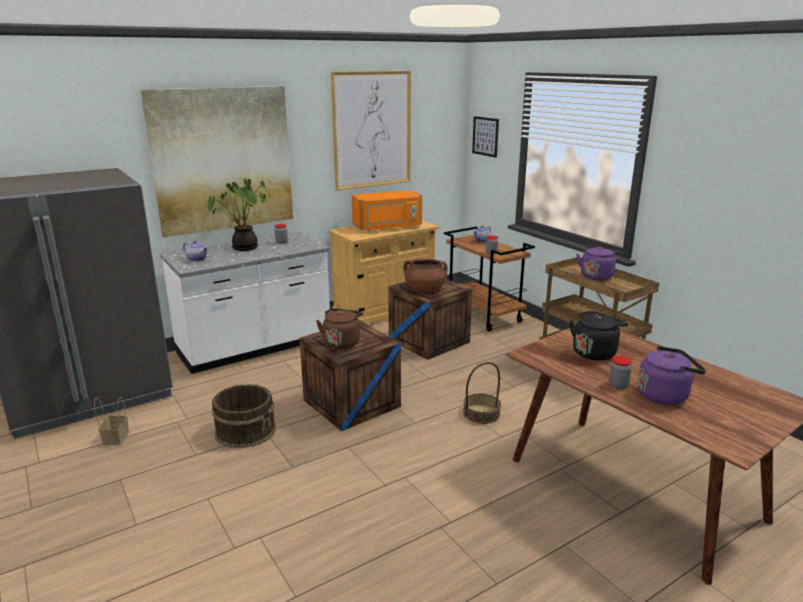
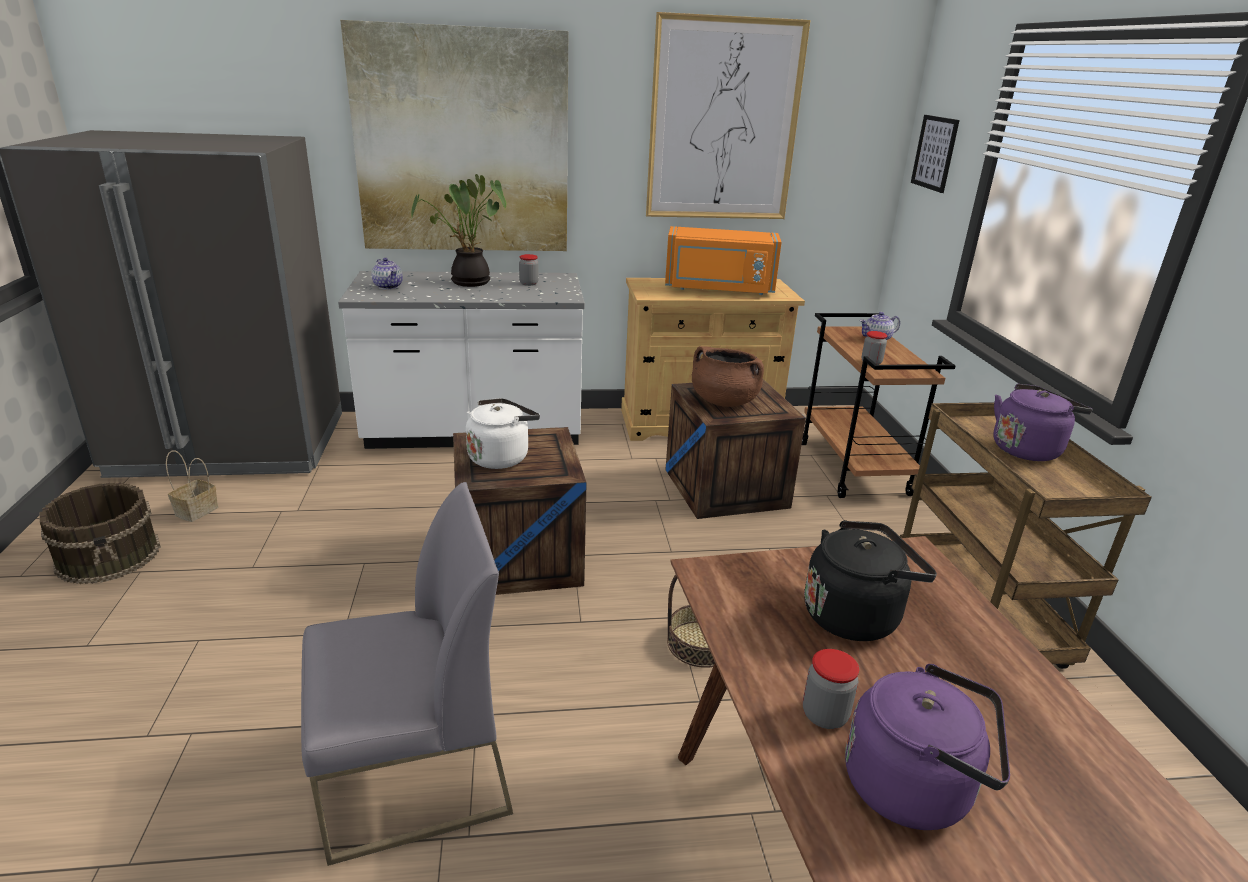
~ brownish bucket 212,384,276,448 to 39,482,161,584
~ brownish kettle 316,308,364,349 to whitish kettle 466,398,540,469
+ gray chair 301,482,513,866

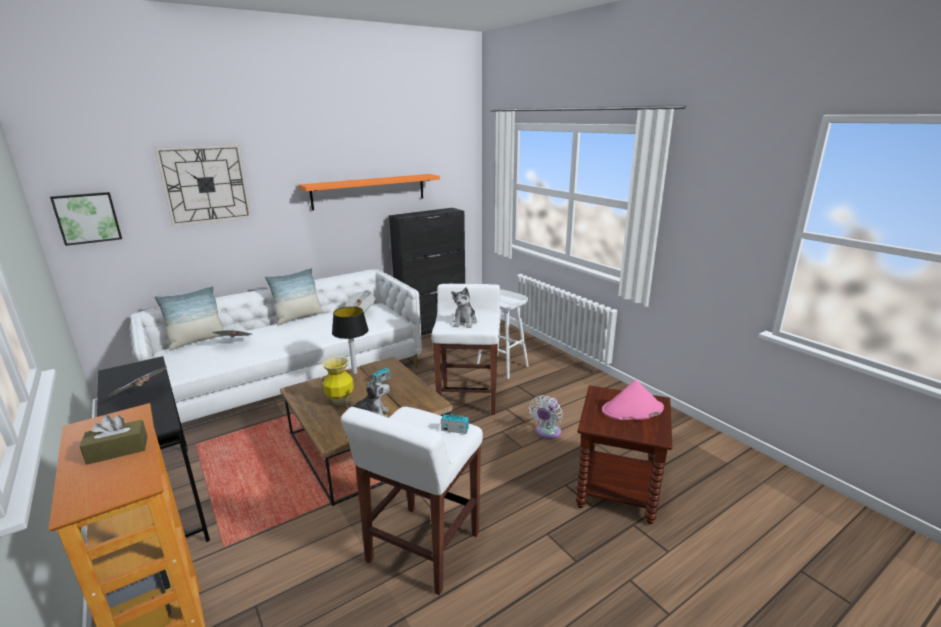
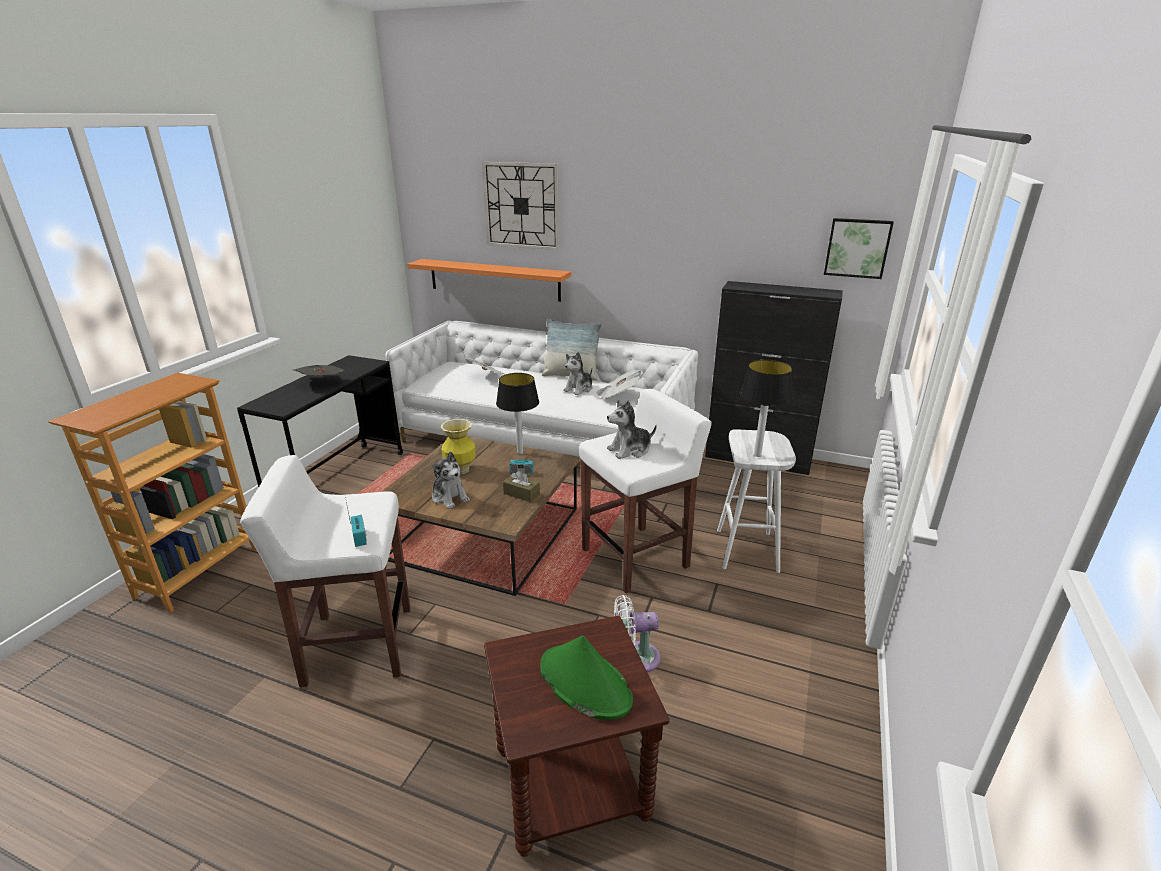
~ wall picture 50,192,122,246 to 824,218,894,279
~ brownish tissue box 80,415,148,465 to 503,470,540,502
- pillow 154,286,225,351
~ orangey wall shelf 299,174,440,211 to 407,259,571,302
~ pink wearable hat 602,379,664,420 to greenish wearable hat 540,635,633,720
+ soft toy 563,352,592,395
+ tabletop lamp 740,360,793,457

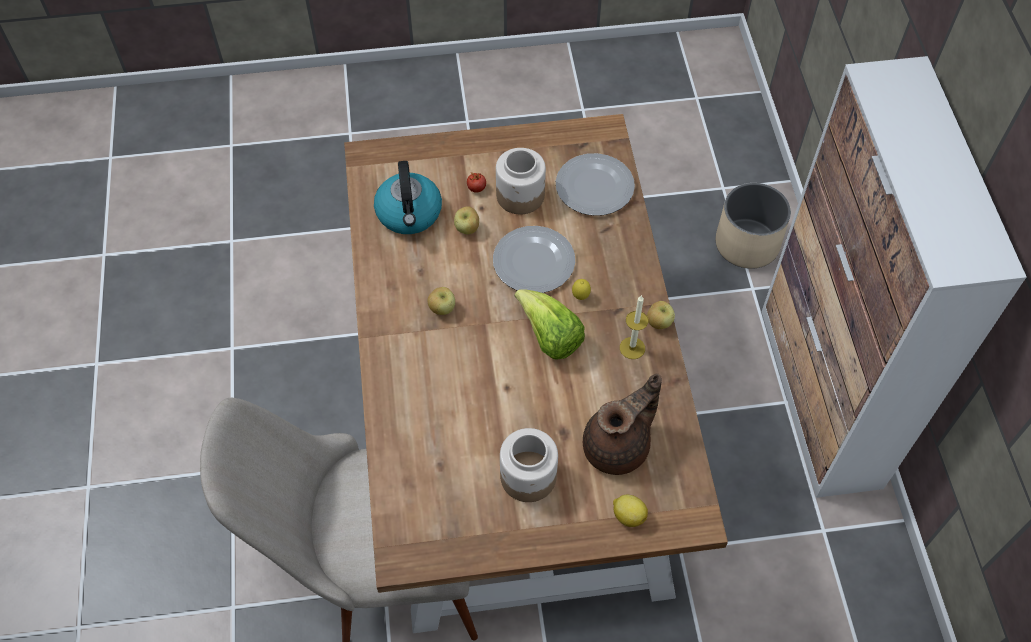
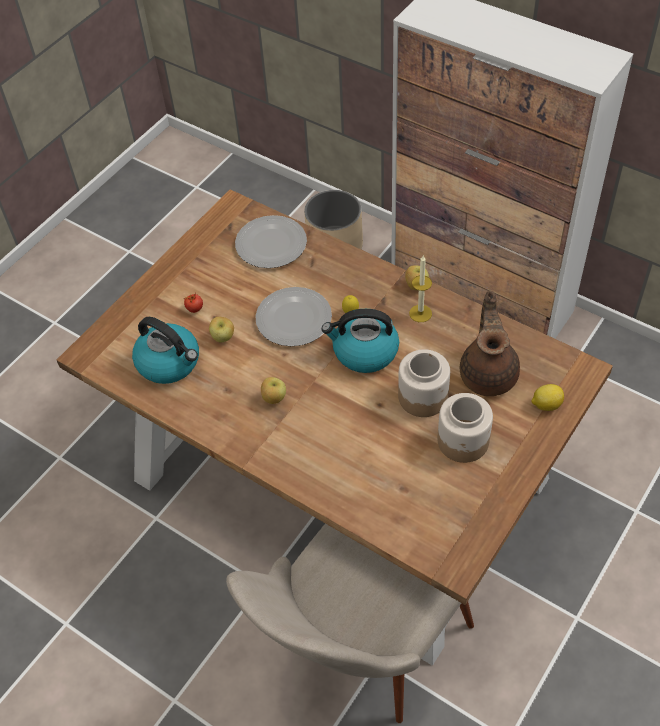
~ jar 496,148,546,214 to 398,349,450,417
~ lettuce head 514,289,585,360 to kettle 322,309,399,373

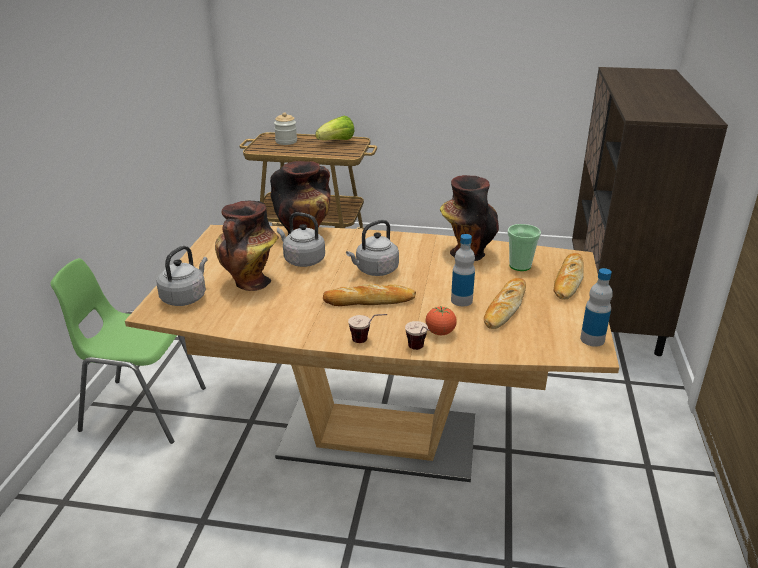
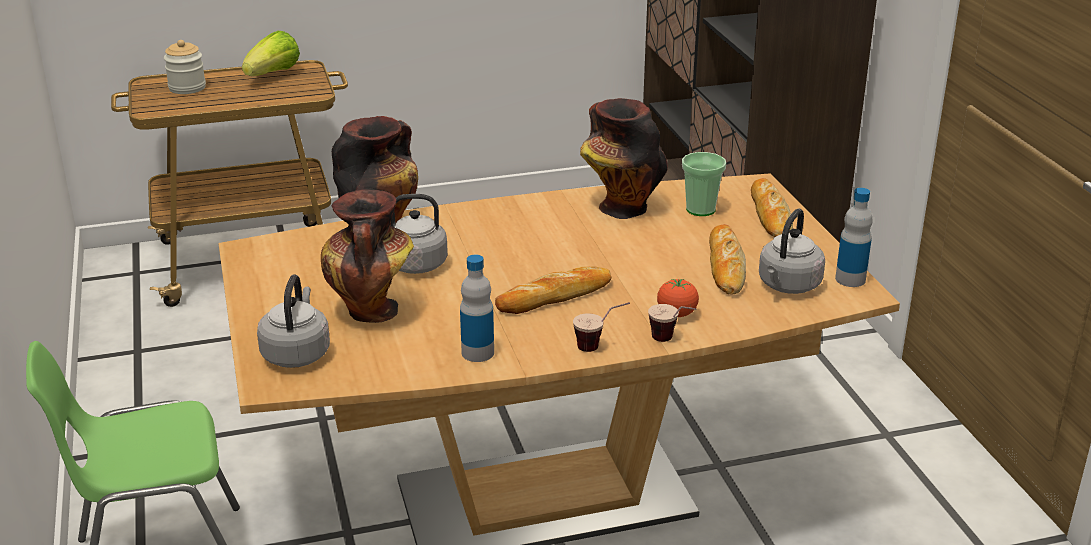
~ gray kettle 346,220,399,276 to 759,208,825,294
~ drink bottle 451,234,475,306 to 460,255,494,362

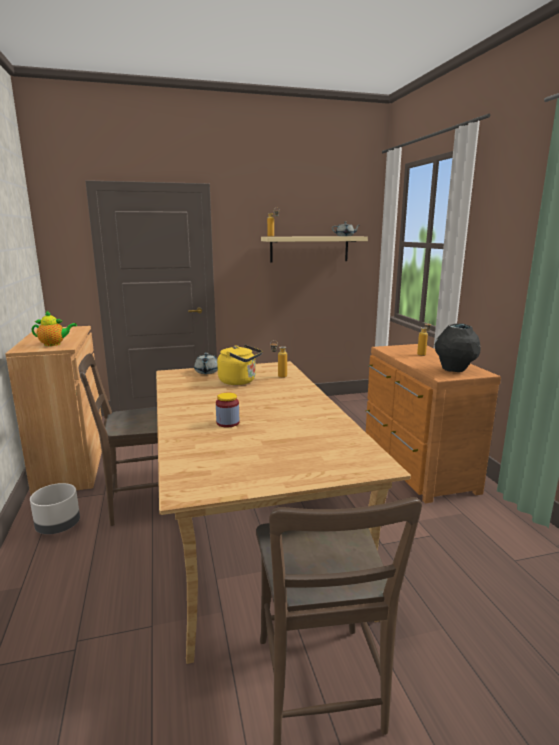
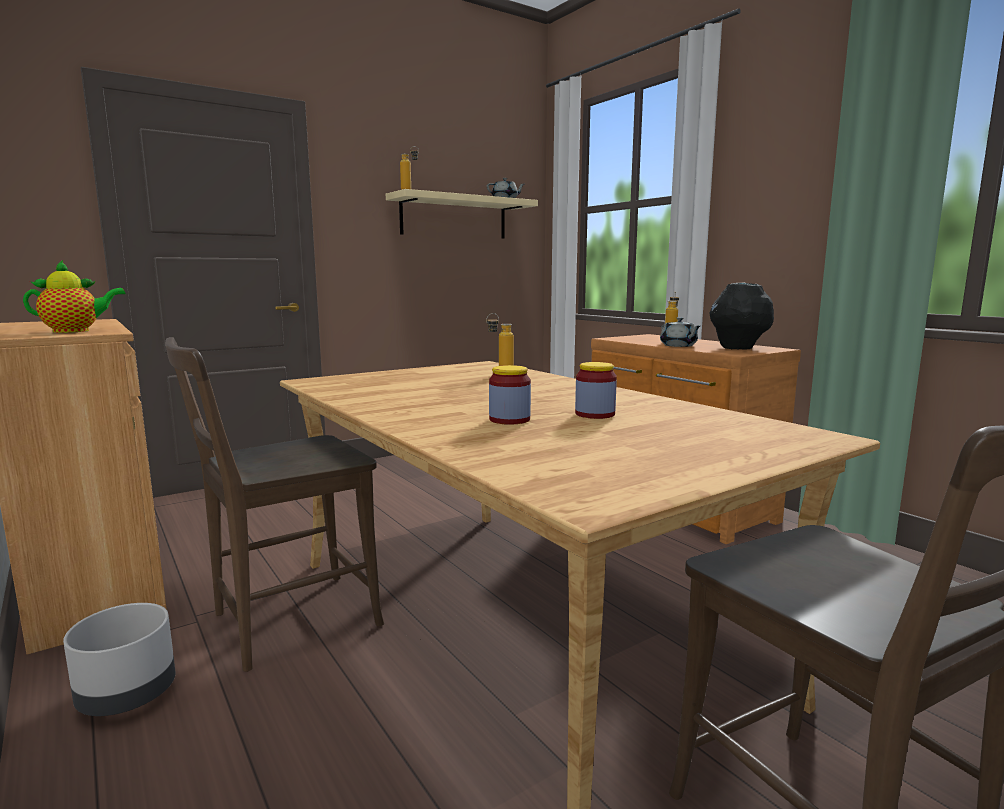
~ gray pot for tea 194,353,218,374 to 660,317,700,347
- yellow kettle 217,344,263,385
+ jar 575,362,617,419

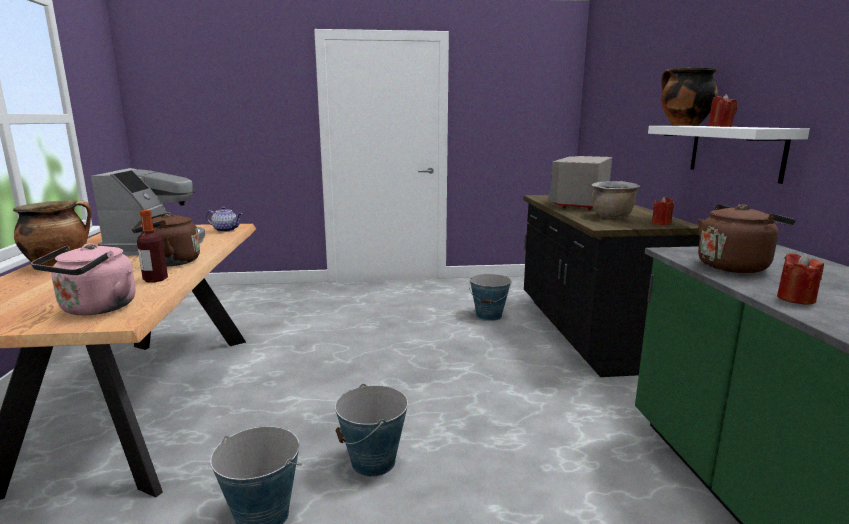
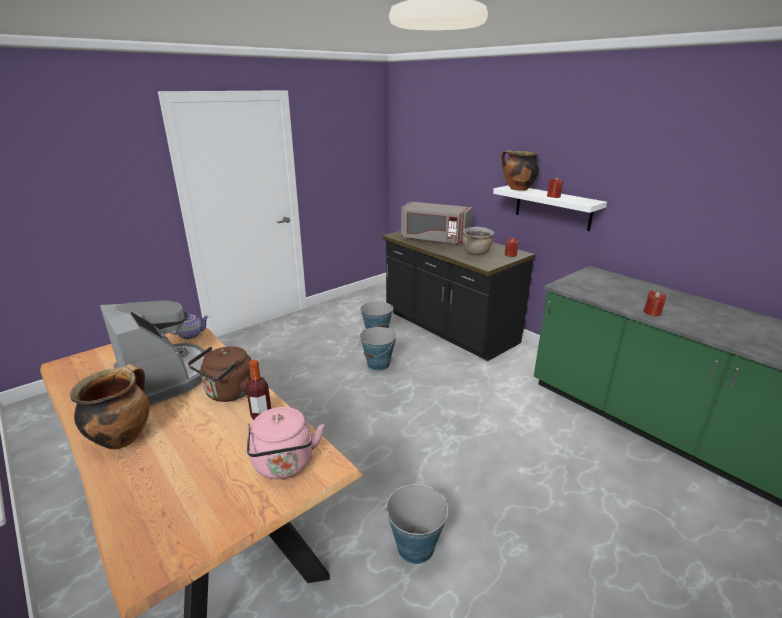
~ bucket 335,384,408,477 to 359,327,396,371
~ gray kitchen microwave 548,156,612,210 = 401,202,472,245 60 degrees counterclockwise
- brownish kettle 698,204,796,273

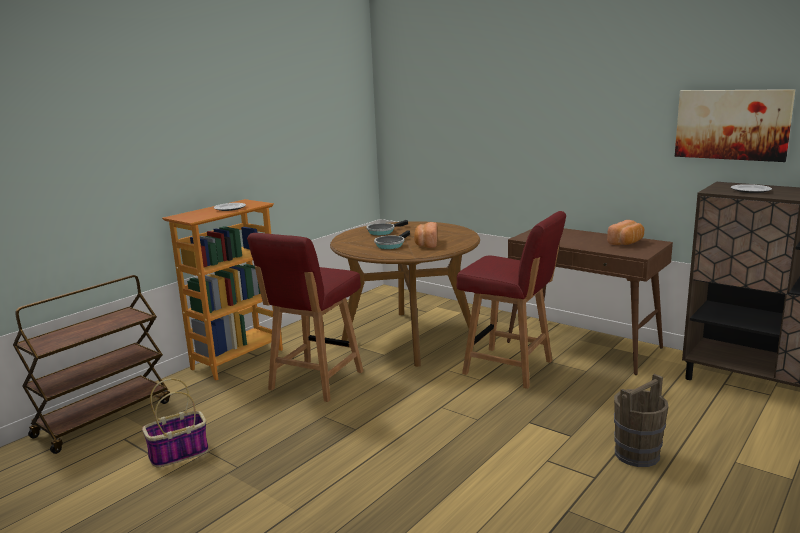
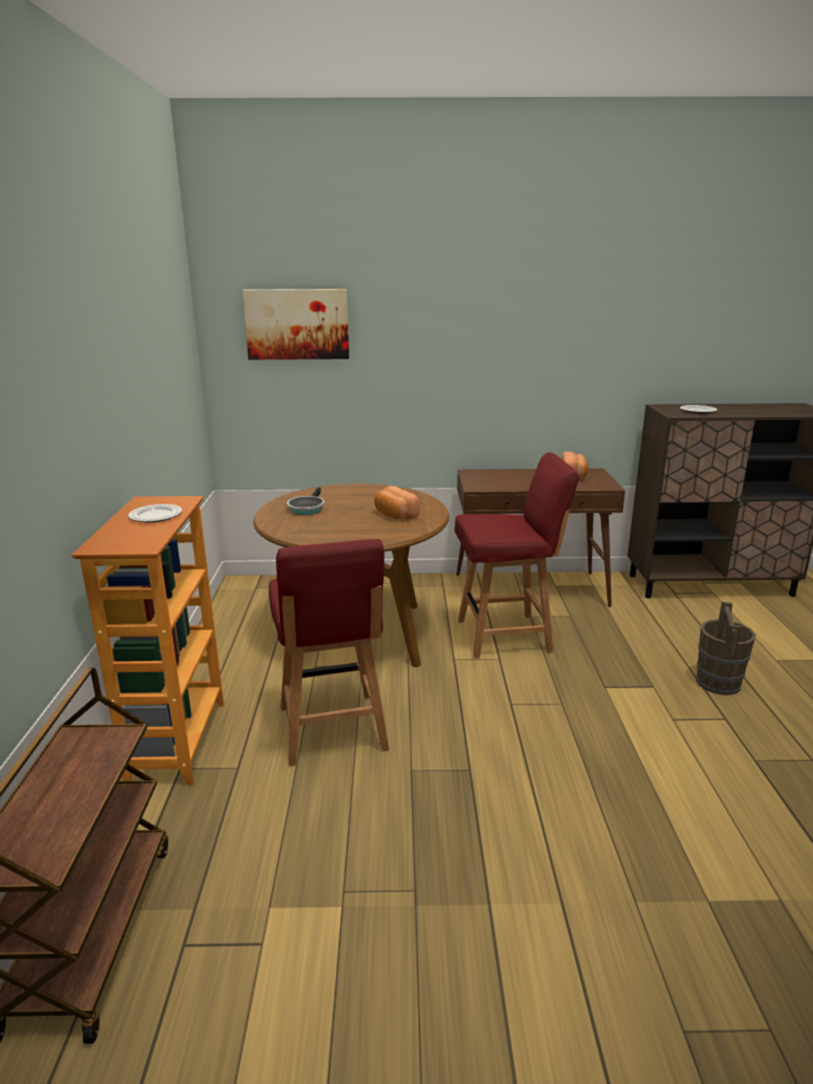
- storage basket 142,378,209,467
- skillet 374,230,410,249
~ wall picture 675,89,795,162 to 242,289,349,360

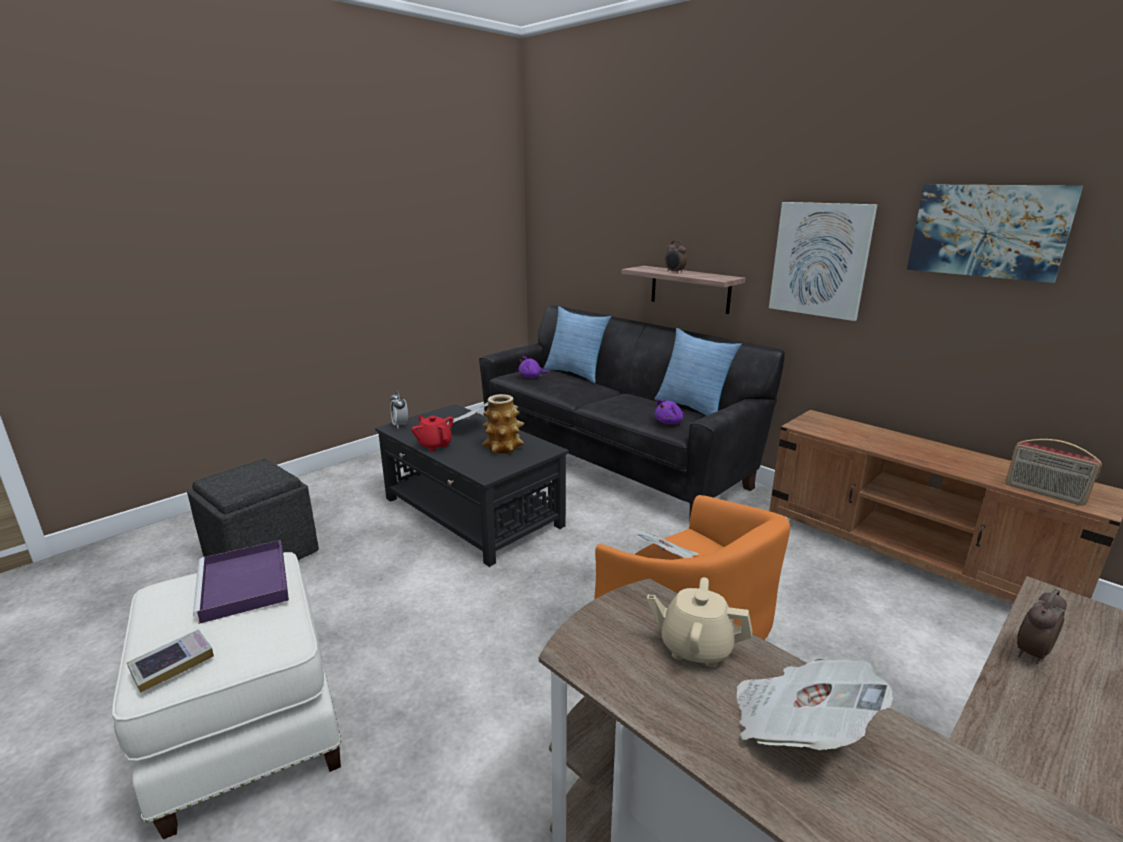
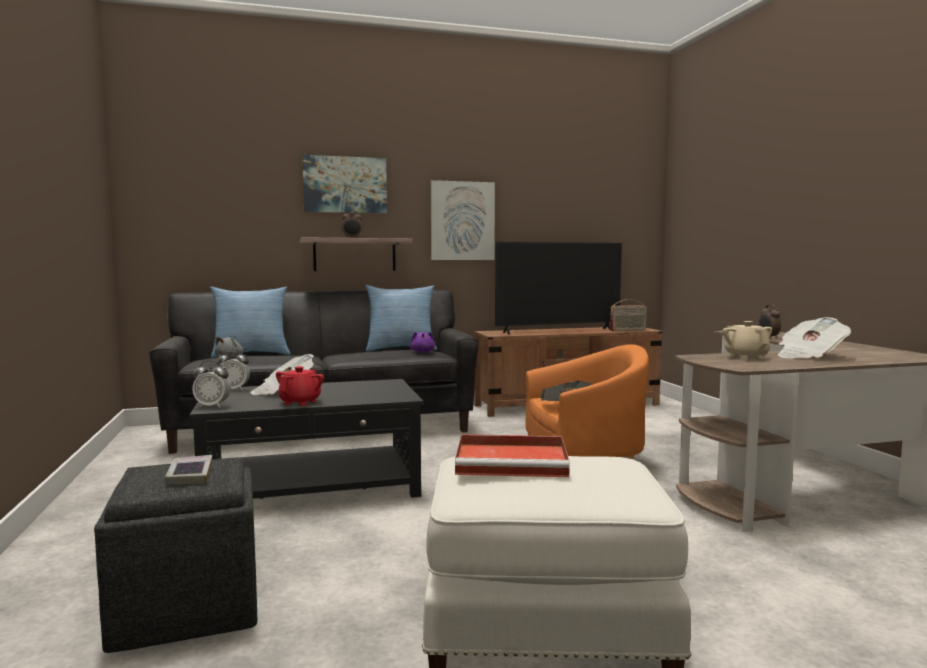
~ book 127,630,214,693 to 165,455,212,484
~ purple-coloured serving tray 193,540,289,624 to reddish serving tray 455,434,570,477
~ reddish pot for tea 411,416,454,451 = 276,366,324,406 120 degrees clockwise
- flower vase 482,394,524,453
~ purple-coloured soft toy 519,356,550,378 to gray soft toy 215,336,243,359
~ beige-coloured pot for tea 647,577,752,667 = 723,321,772,360 120 degrees clockwise
~ wall picture 907,184,1083,283 to 302,155,387,214
+ bedside clock 217,349,250,390
+ TV set 495,242,622,335

